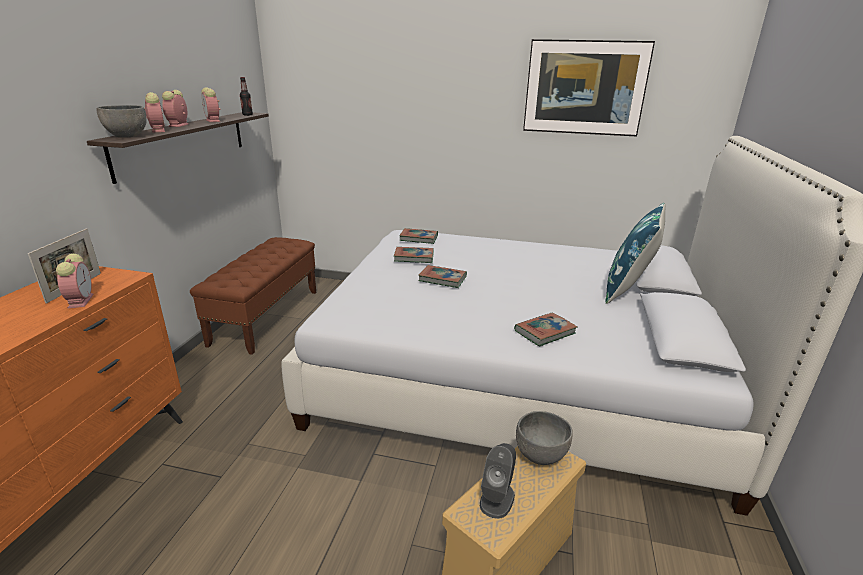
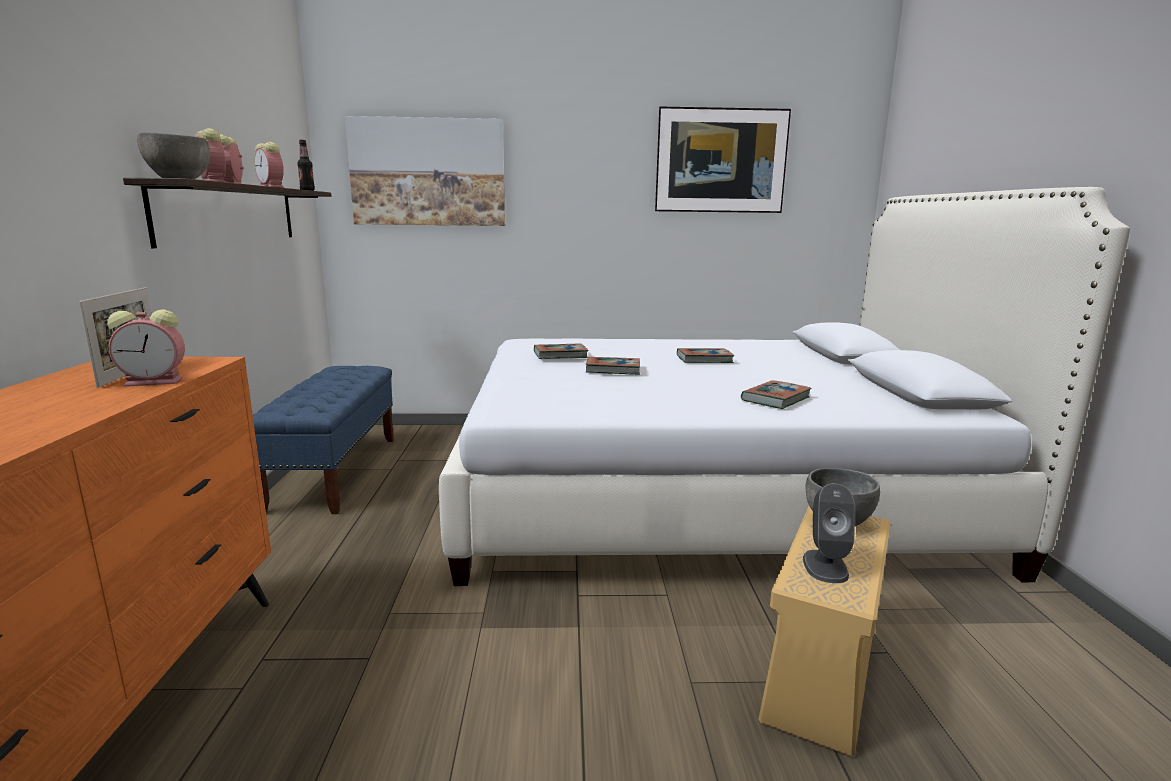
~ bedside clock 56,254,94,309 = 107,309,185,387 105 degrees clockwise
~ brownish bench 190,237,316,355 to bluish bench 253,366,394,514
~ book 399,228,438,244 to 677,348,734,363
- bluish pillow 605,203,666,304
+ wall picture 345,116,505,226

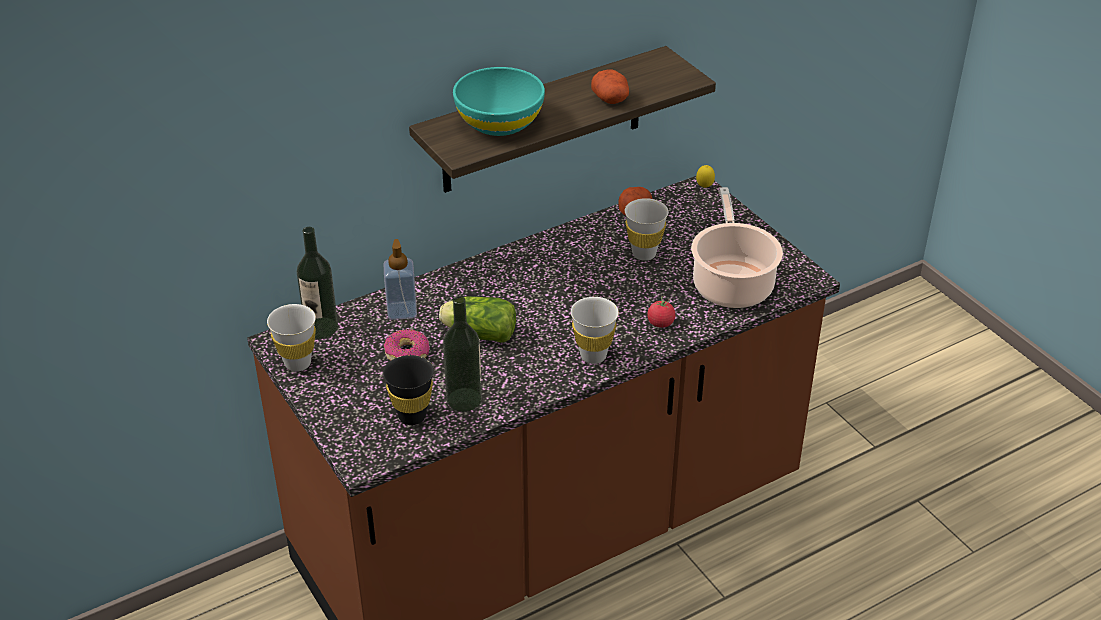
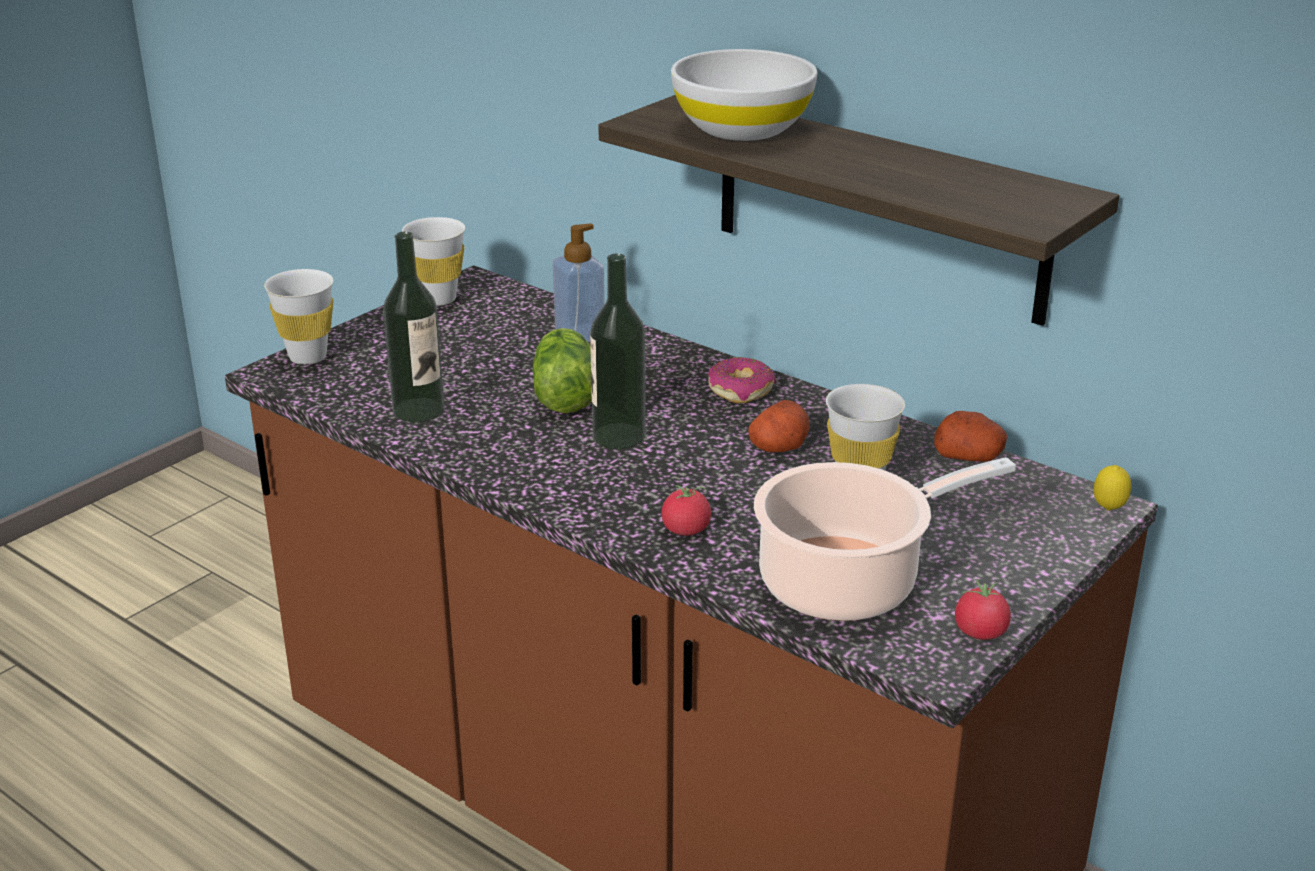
~ drink bottle 297,227,338,339 to 590,253,646,449
- black cup 383,355,434,425
~ doughnut 384,329,429,360 to 708,357,776,403
~ blue-green bowl 453,67,545,136 to whitish bowl 671,49,818,141
~ whitish cup 571,297,619,364 to 264,269,333,365
~ potato 591,70,629,104 to 748,400,809,452
+ fresh tomato 955,579,1011,640

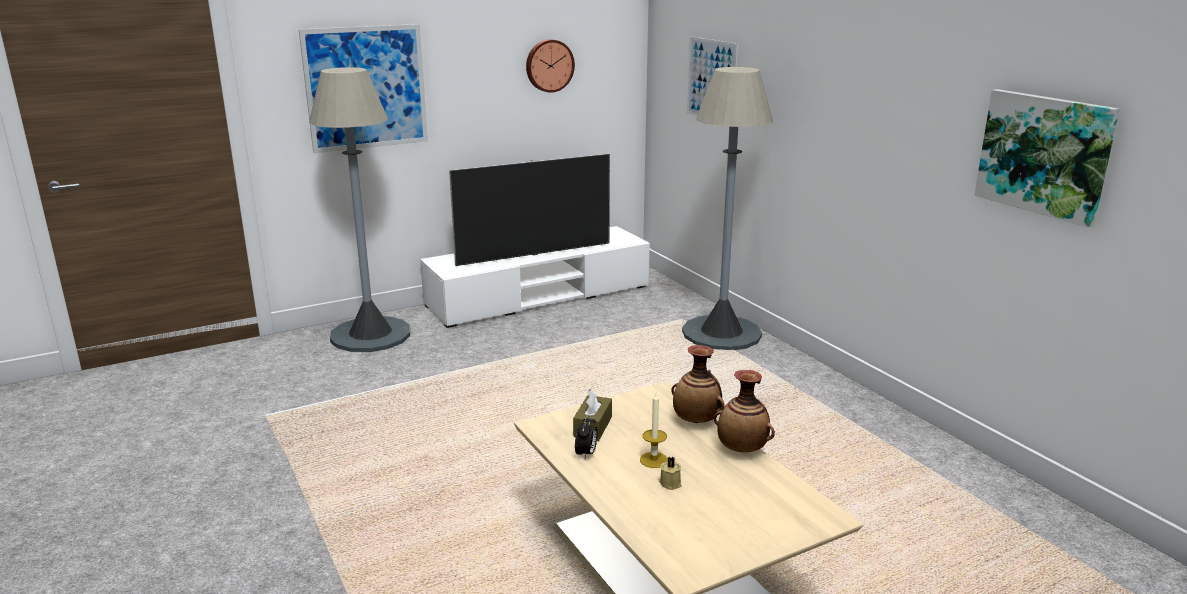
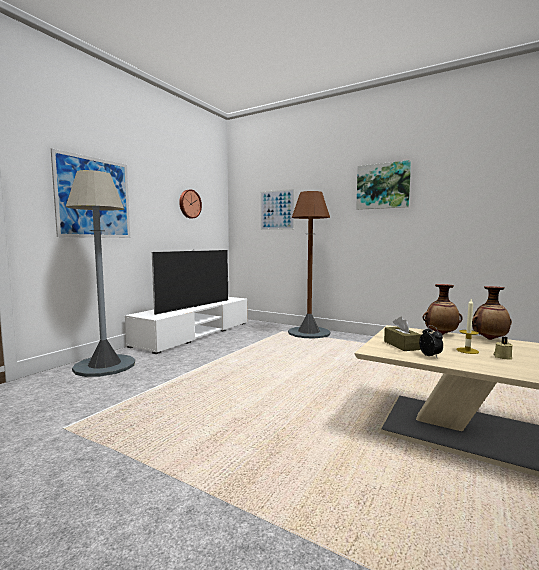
~ gray standard lamp 682,67,773,350 to brownish standard lamp 288,191,330,339
~ wall picture 975,89,1120,227 to 356,160,411,210

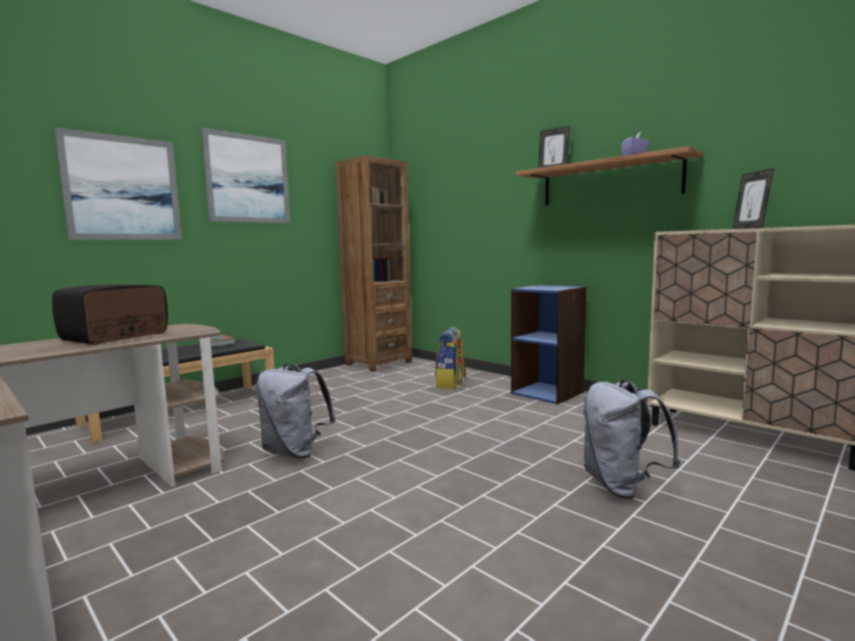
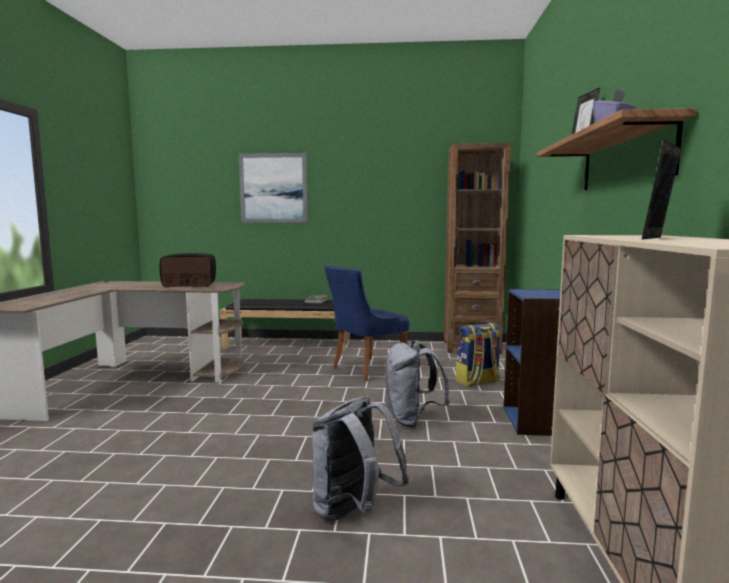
- wall picture 201,127,290,223
~ gray backpack 256,364,335,459 to 385,341,450,428
+ bluish chair 324,266,409,381

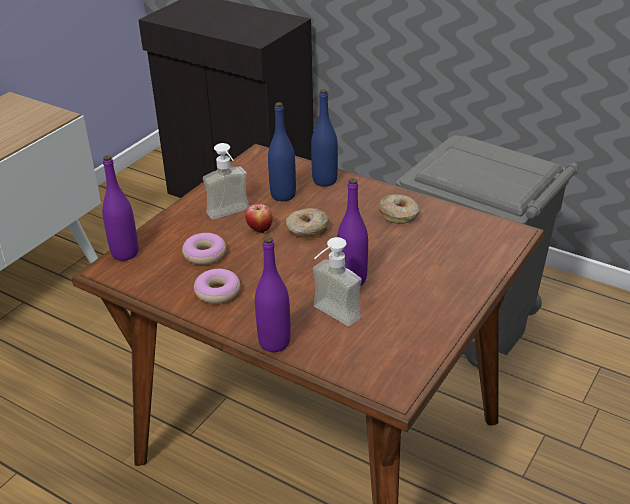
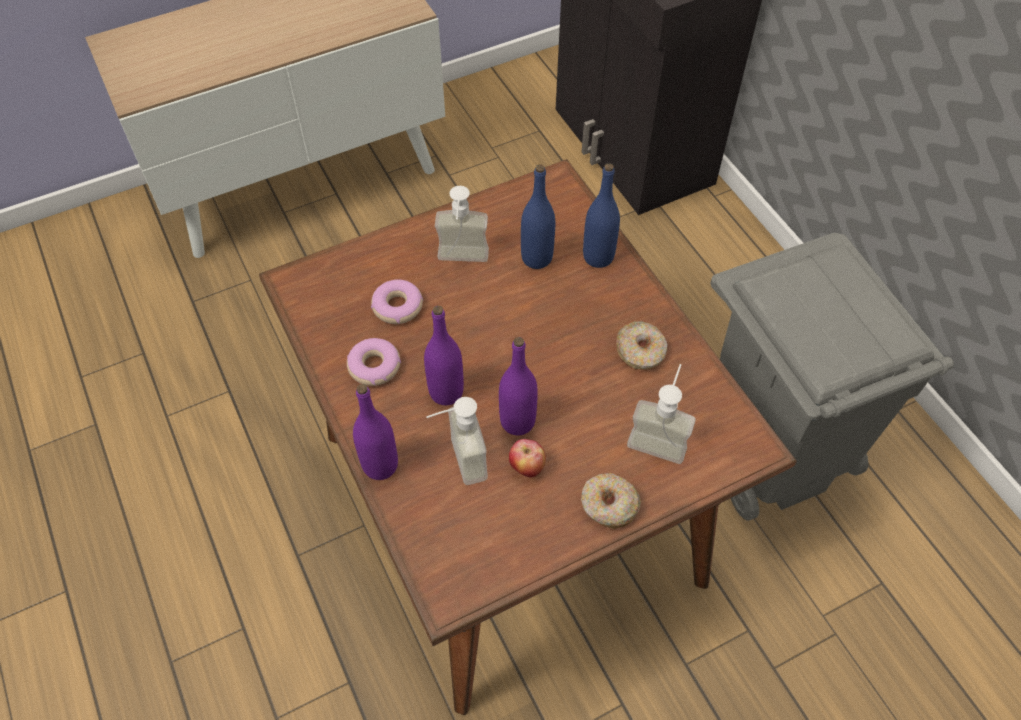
~ purple-coloured drink bottle 102,155,138,261 to 424,306,464,405
~ apple 245,204,273,233 to 509,439,546,477
~ doughnut 286,208,329,238 to 581,473,641,529
+ liquid soap bottle 627,364,695,464

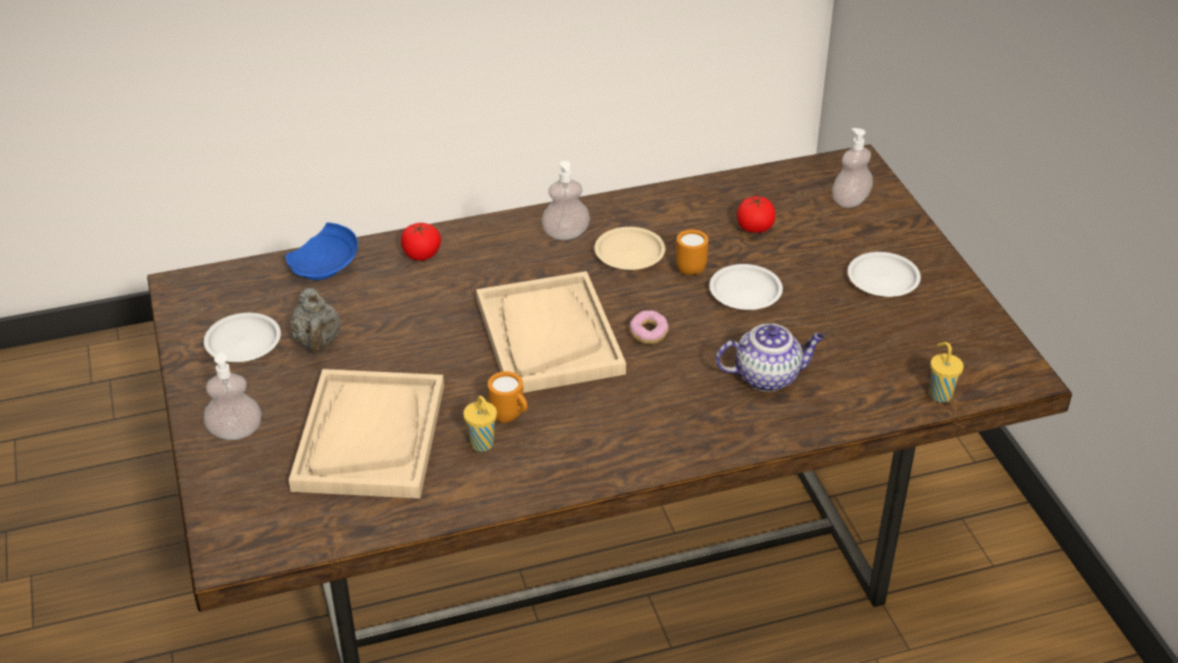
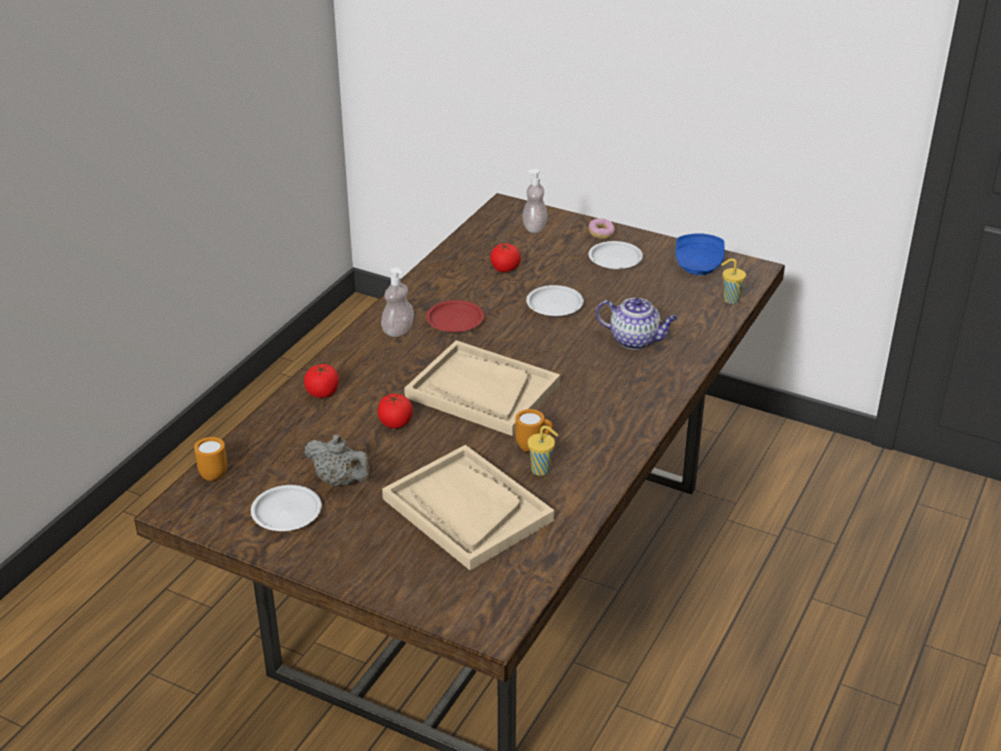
- liquid soap bottle 204,351,262,440
~ bluish flat dish 285,222,358,280 to 675,233,725,275
~ beige-coloured flat dish 595,227,665,270 to reddish flat dish 426,300,484,332
~ doughnut 629,310,668,344 to 589,218,615,239
~ orangey coffee mug 676,229,708,275 to 194,437,227,481
~ pot for tea 716,323,825,392 = 596,298,678,350 75 degrees clockwise
+ fresh tomato 378,394,413,429

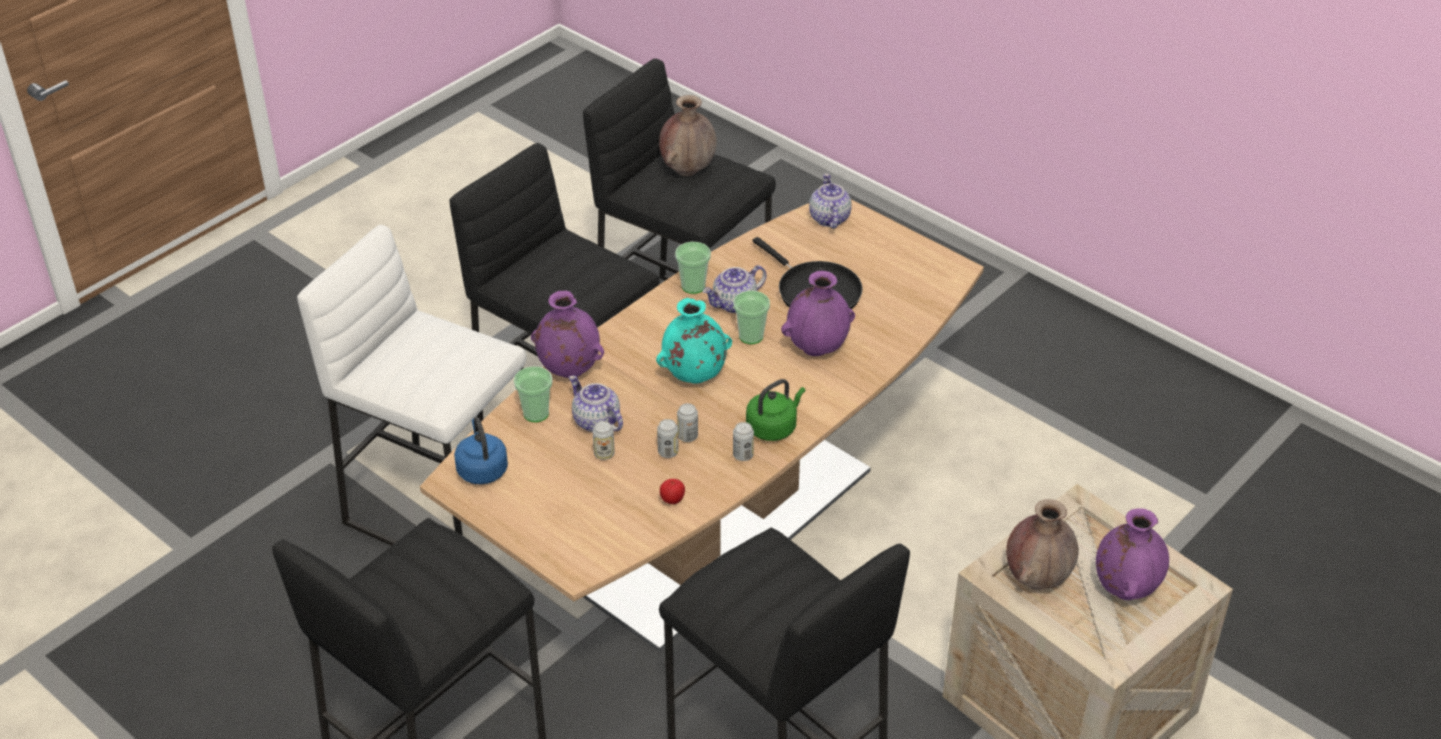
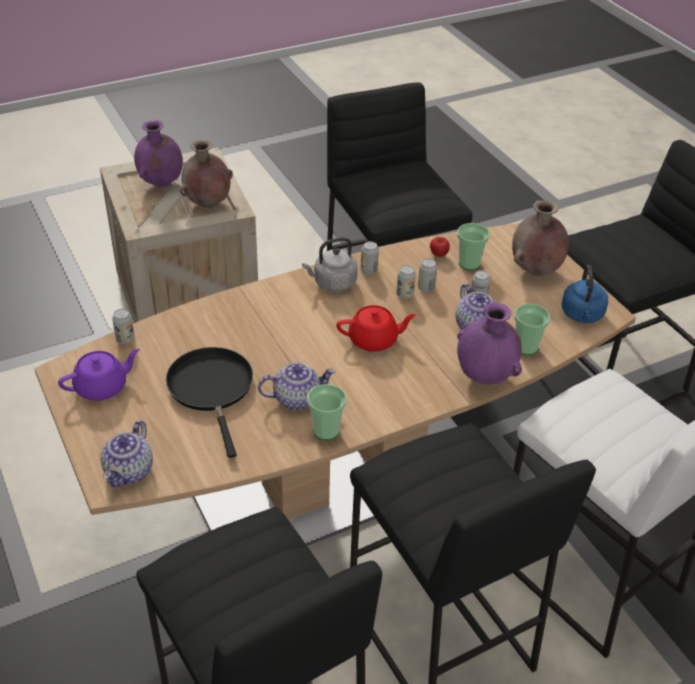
~ blue-green flower vase 656,298,732,384 to reddish pot for tea 336,305,417,352
~ brownish flower vase 659,95,717,176 to 512,200,569,276
~ cup 733,291,770,344 to 457,223,490,270
~ greenish kettle 746,379,805,441 to gray kettle 302,237,358,292
- purple-coloured flower vase 781,271,855,356
+ purple-coloured pot for tea 58,349,140,401
+ sealed can 112,309,135,344

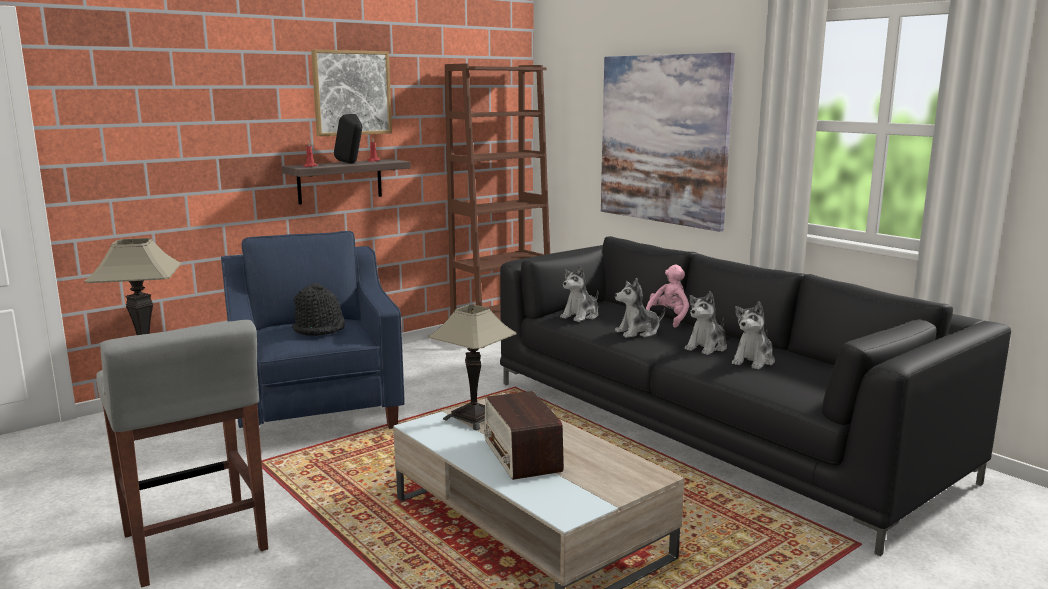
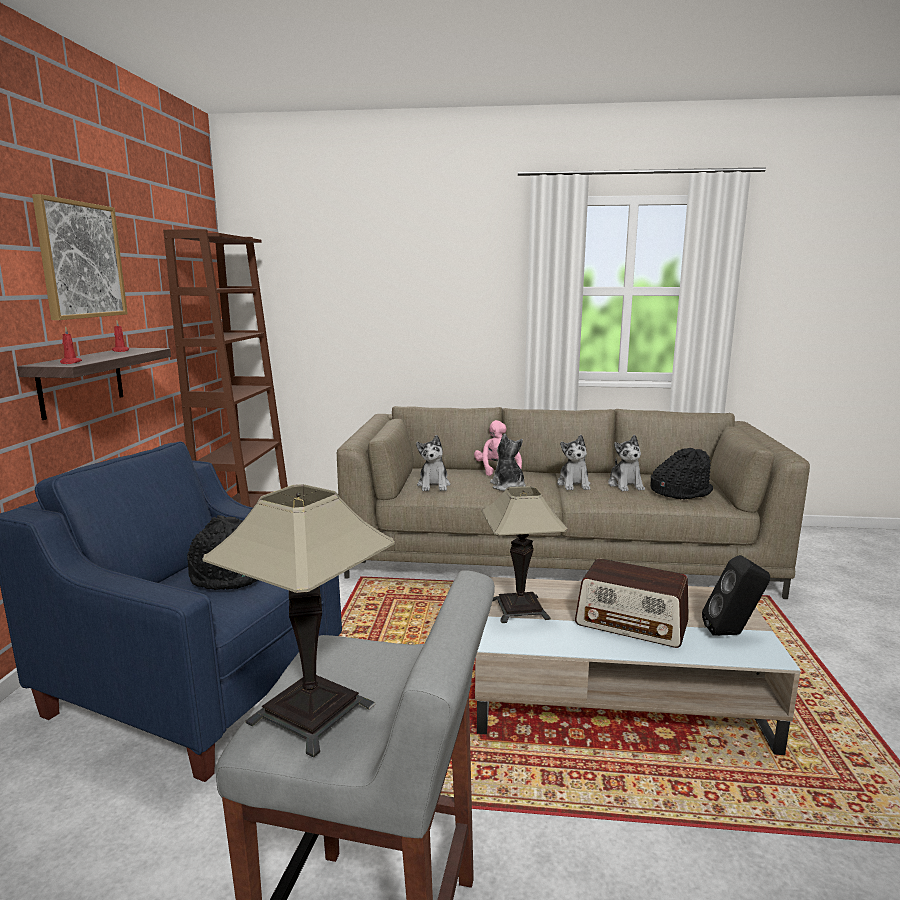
~ black speaker 334,114,362,164 to 702,555,770,636
~ black sofa 500,236,1011,556 to beige-coloured sofa 337,406,810,599
- wall picture 601,52,735,232
~ soft toy 615,278,665,338 = 490,434,526,491 135 degrees clockwise
+ black wearable hat 650,448,713,500

